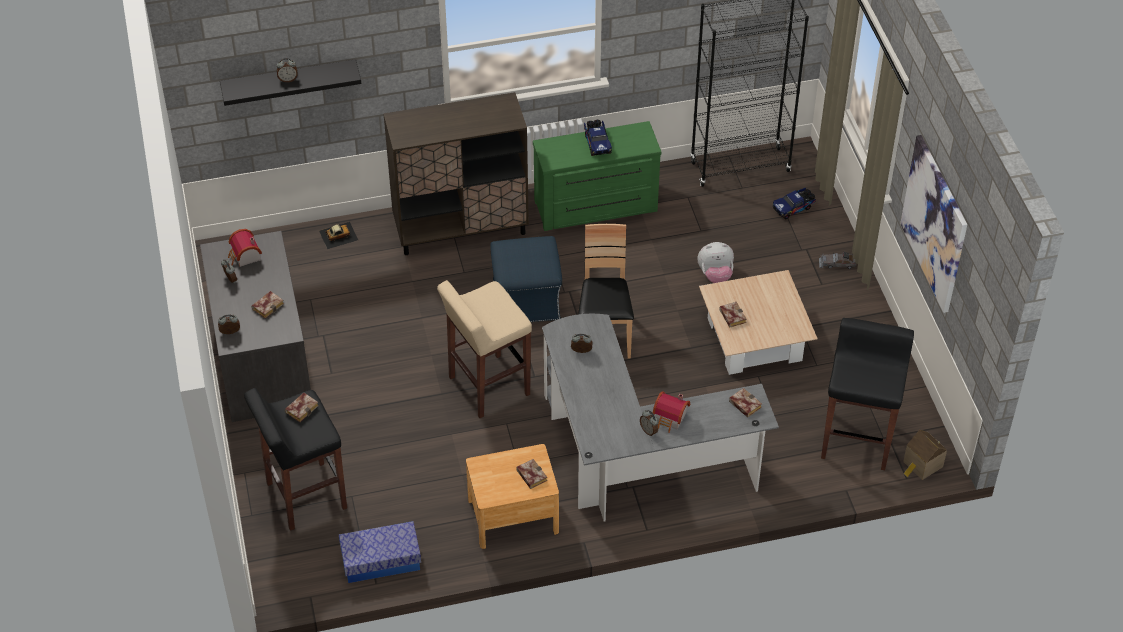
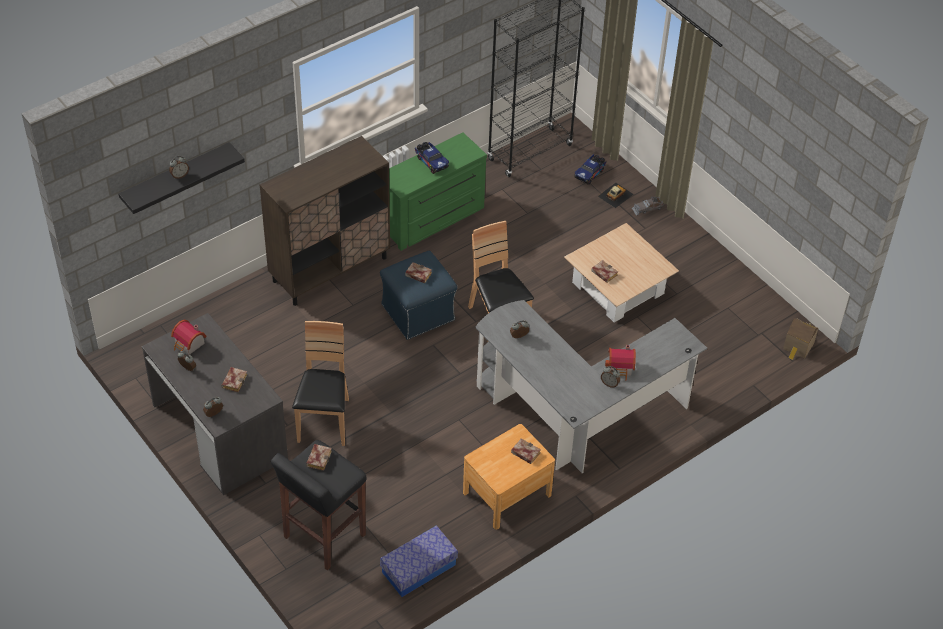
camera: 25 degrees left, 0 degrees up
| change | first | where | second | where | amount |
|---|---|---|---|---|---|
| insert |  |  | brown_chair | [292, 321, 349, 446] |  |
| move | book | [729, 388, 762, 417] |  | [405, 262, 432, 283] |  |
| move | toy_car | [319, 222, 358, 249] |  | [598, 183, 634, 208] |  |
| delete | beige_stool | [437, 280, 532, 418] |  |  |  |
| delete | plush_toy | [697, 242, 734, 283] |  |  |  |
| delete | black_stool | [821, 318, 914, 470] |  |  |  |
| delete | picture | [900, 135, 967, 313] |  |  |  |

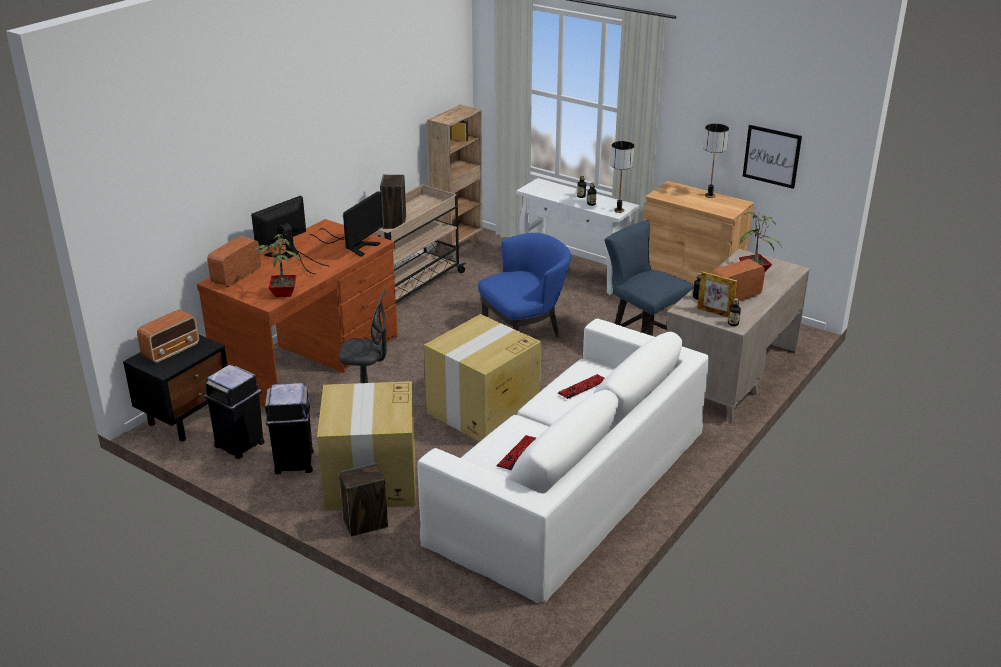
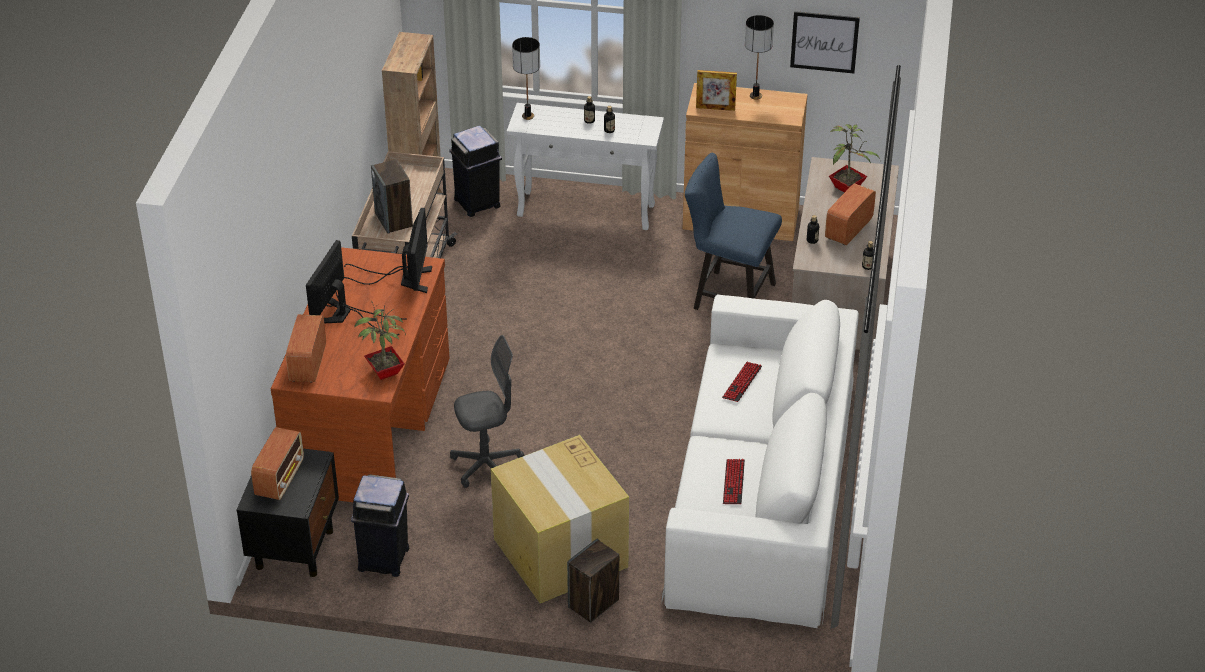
camera: 25 degrees left, 10 degrees up
| change | first | where | second | where | amount |
|---|---|---|---|---|---|
| move | black_trash_can | [265, 383, 314, 474] |  | [449, 126, 502, 217] |  |
| move | table_lamp | [611, 141, 634, 213] |  | [512, 37, 540, 120] |  |
| move | picture_frame | [697, 271, 738, 317] |  | [696, 70, 737, 111] |  |
| delete | cardboard_box | [424, 314, 541, 442] |  |  |  |
| delete | blue_armchair | [478, 233, 571, 337] |  |  |  |

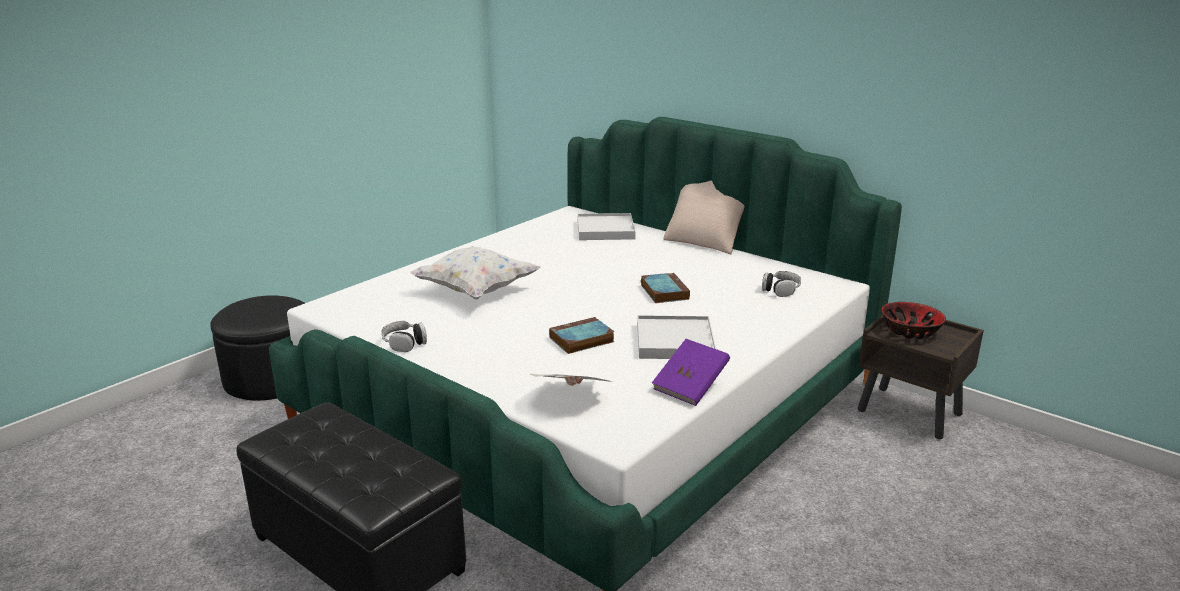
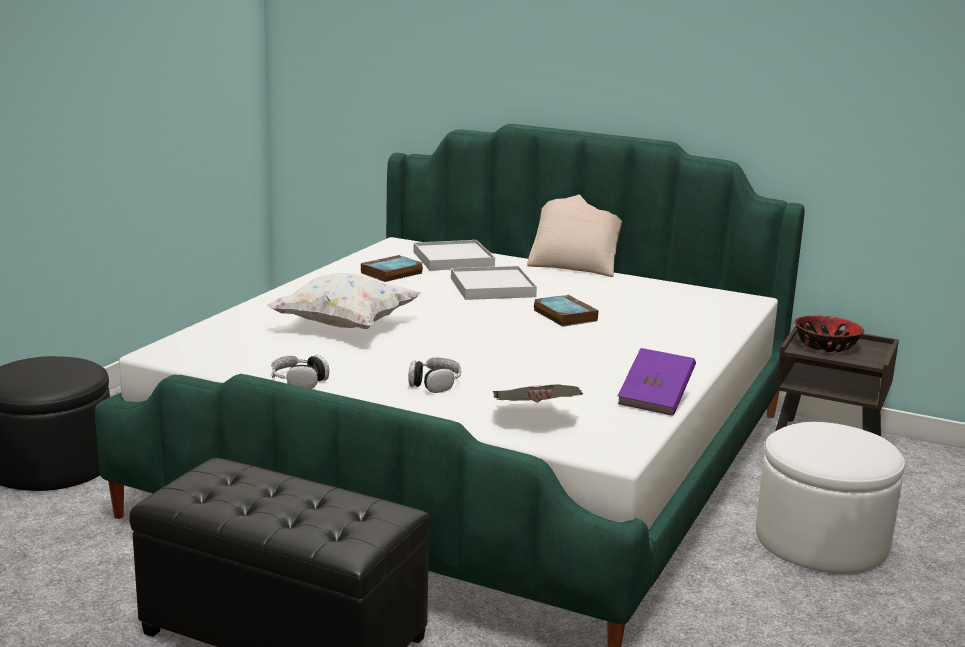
camera: 15 degrees left, 5 degrees down
| change | first | where | second | where | amount |
|---|---|---|---|---|---|
| move | book | [549, 317, 614, 354] |  | [361, 255, 423, 282] |  |
| move | headphones | [762, 271, 801, 297] |  | [409, 357, 461, 393] |  |
| move | white_tray | [637, 315, 716, 359] |  | [451, 266, 537, 300] |  |
| insert |  |  | white_ottoman | [756, 422, 905, 574] |  |

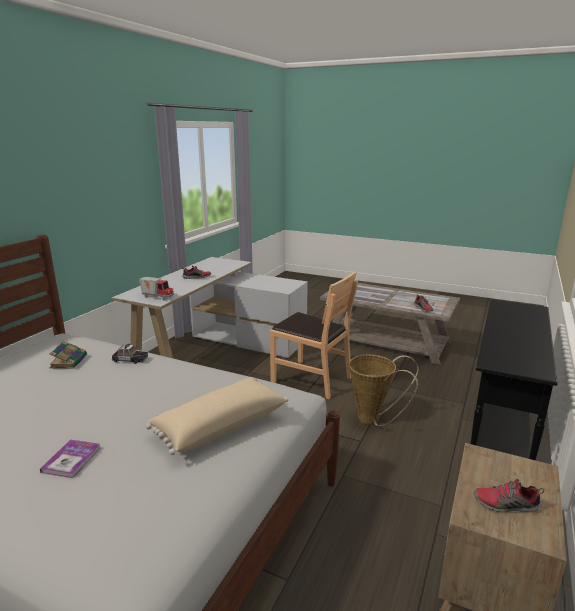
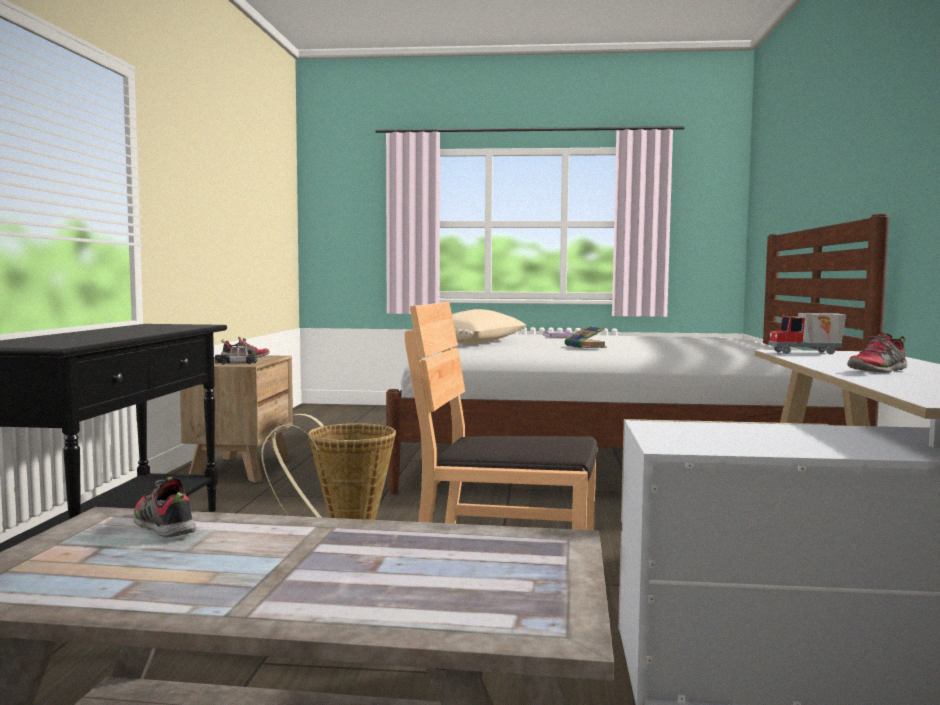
camera: 160 degrees right, 15 degrees down
| change | first | where | second | where | amount |
|---|---|---|---|---|---|
| move | toy_car | [112, 343, 148, 364] |  | [215, 344, 257, 365] |  |
| move | book | [49, 341, 87, 369] |  | [565, 326, 607, 348] |  |

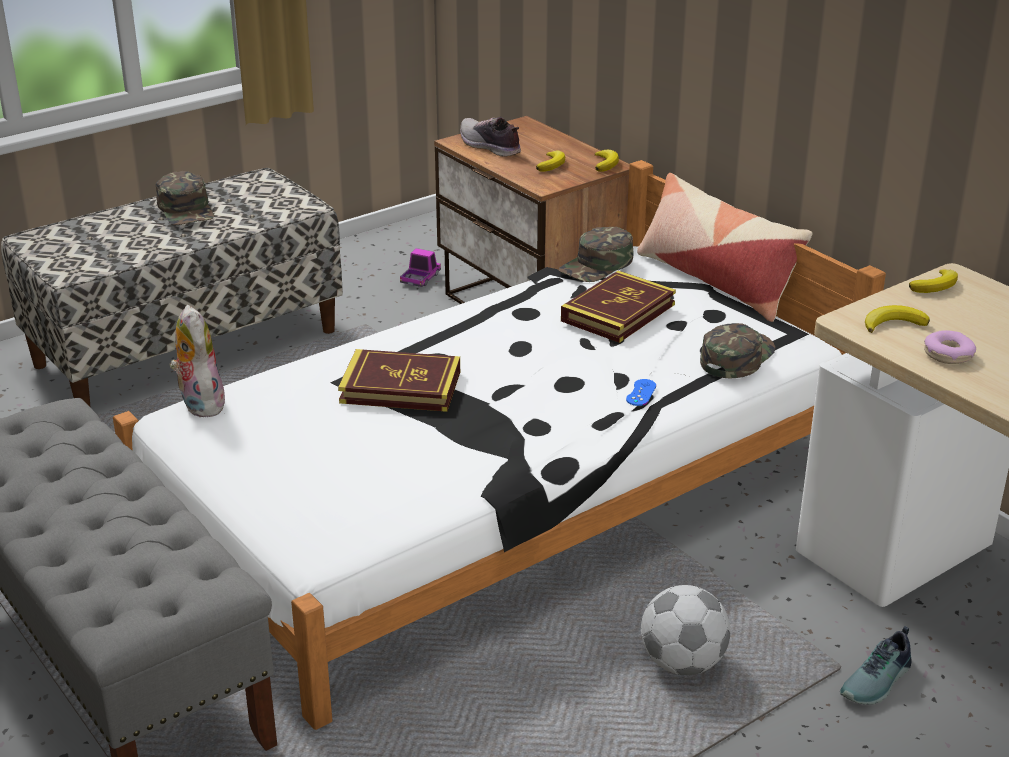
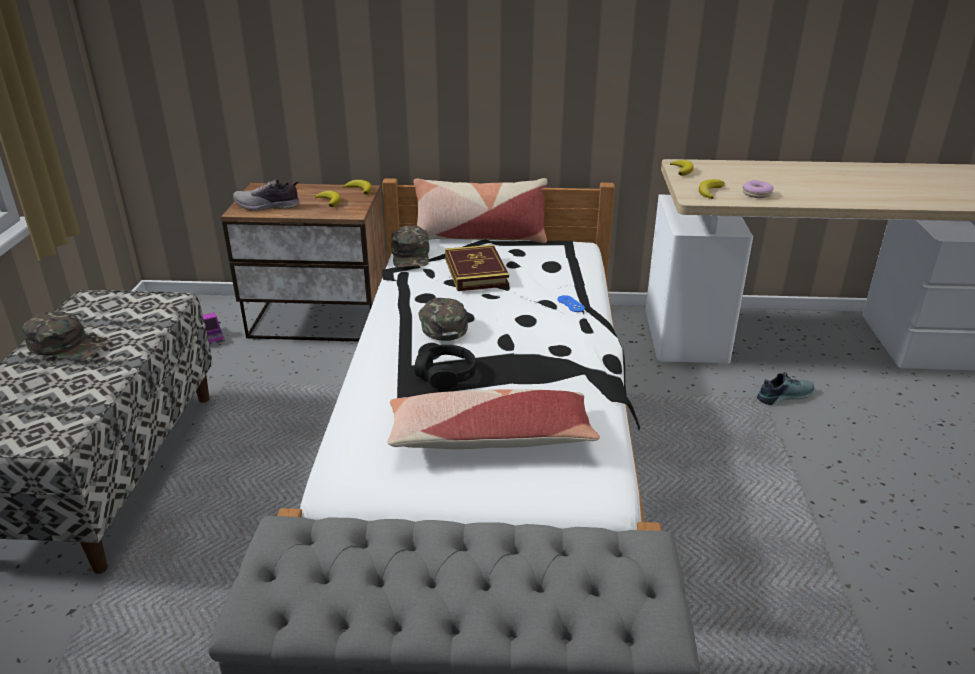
camera: 50 degrees left, 0 degrees up
| change | first | where | second | where | amount |
|---|---|---|---|---|---|
| insert |  |  | pillow | [387, 389, 600, 449] |  |
| replace | book | [338, 349, 460, 412] | black_headphones | [414, 345, 476, 389] |  |
| move | green_cap | [700, 323, 775, 378] |  | [418, 298, 468, 341] |  |
| rotate | shoe | [840, 626, 912, 705] |  | [757, 372, 814, 405] | 105 degrees counterclockwise |
| delete | plush_toy | [170, 305, 225, 417] |  |  |  |
| delete | football | [641, 585, 731, 675] |  |  |  |

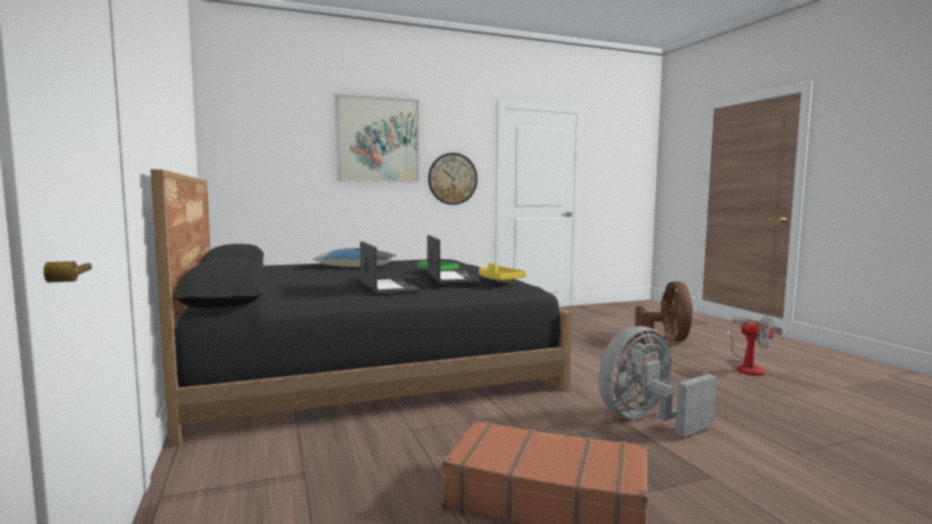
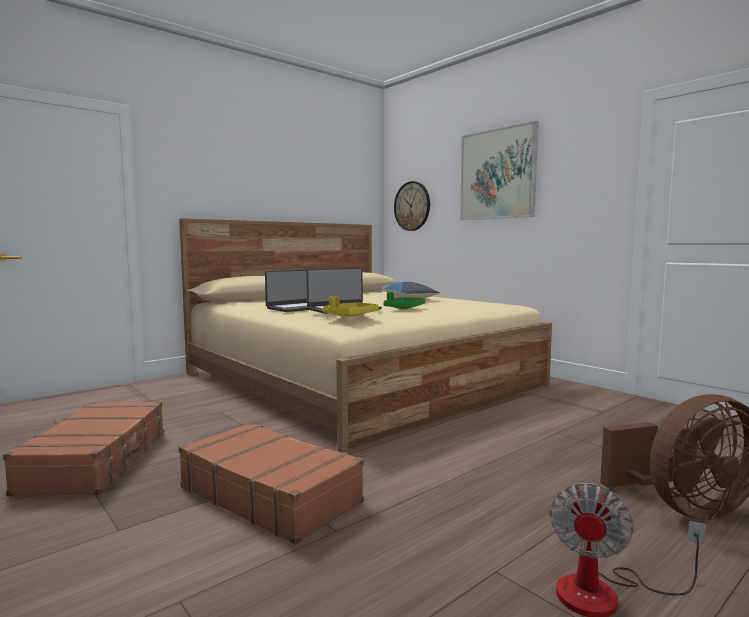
camera: 70 degrees right, 0 degrees up
| change | first | where | second | where | amount |
|---|---|---|---|---|---|
| recolor | black_bed | [151, 169, 572, 447] | beige_bed | [179, 218, 552, 453] |  |
| replace | grey_fan | [598, 326, 717, 437] | brown_suitcase | [179, 422, 364, 545] |  |
| move | wall_clock | [428, 153, 478, 205] |  | [394, 181, 430, 231] |  |

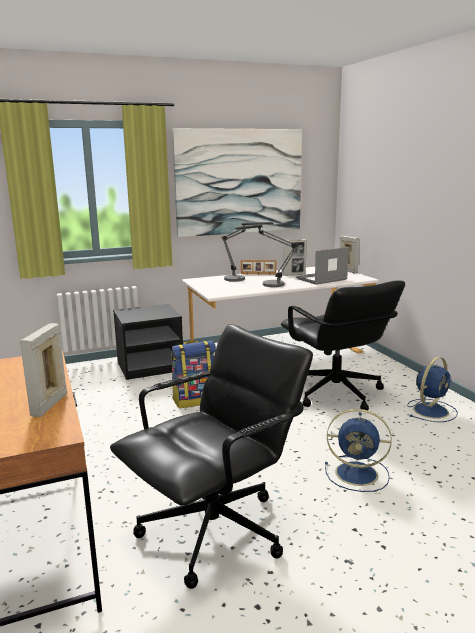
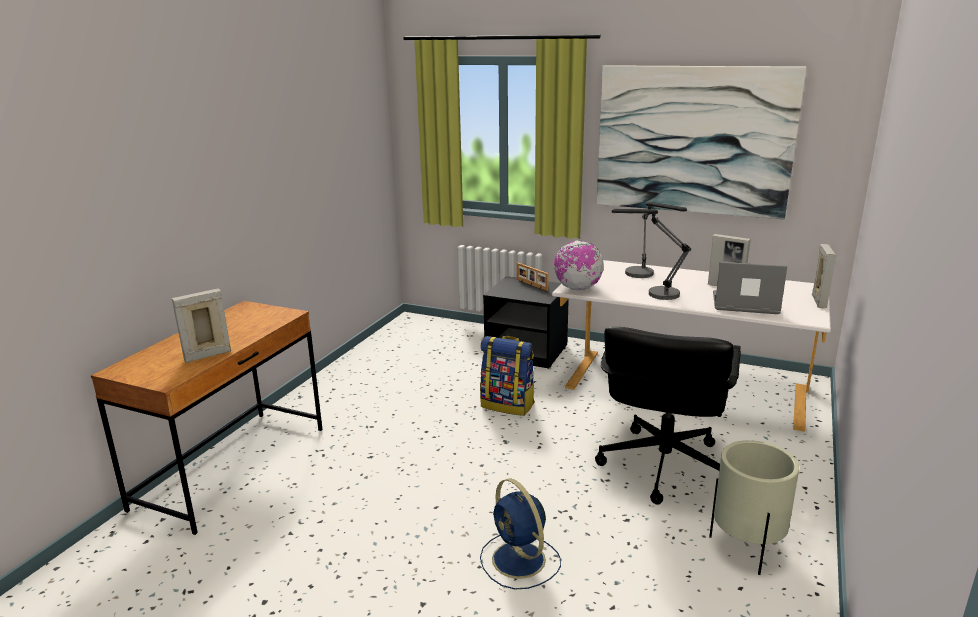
camera: 45 degrees right, 5 degrees up
| change | first | where | second | where | amount |
|---|---|---|---|---|---|
| move | picture_frame | [241, 260, 276, 275] |  | [517, 263, 549, 291] |  |
| insert |  |  | globe | [554, 240, 604, 290] |  |
| replace | blue_fan | [407, 357, 458, 422] | beige_planter | [709, 440, 799, 575] |  |
| delete | black_office_chair | [110, 324, 313, 589] |  |  |  |

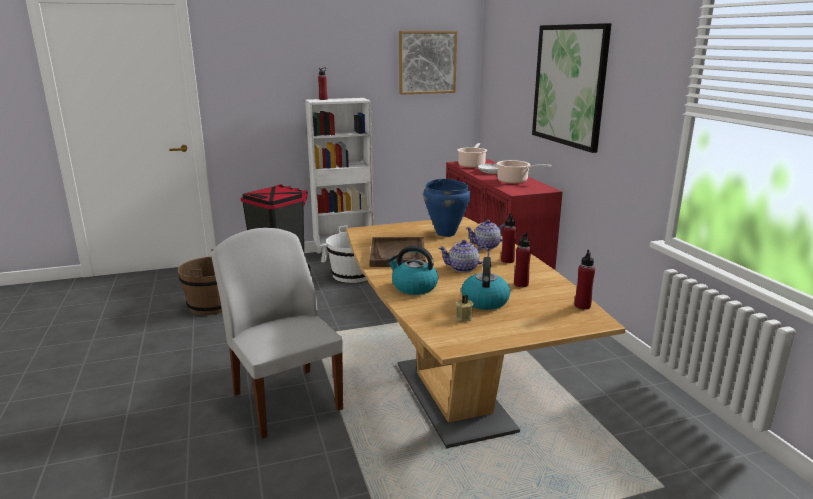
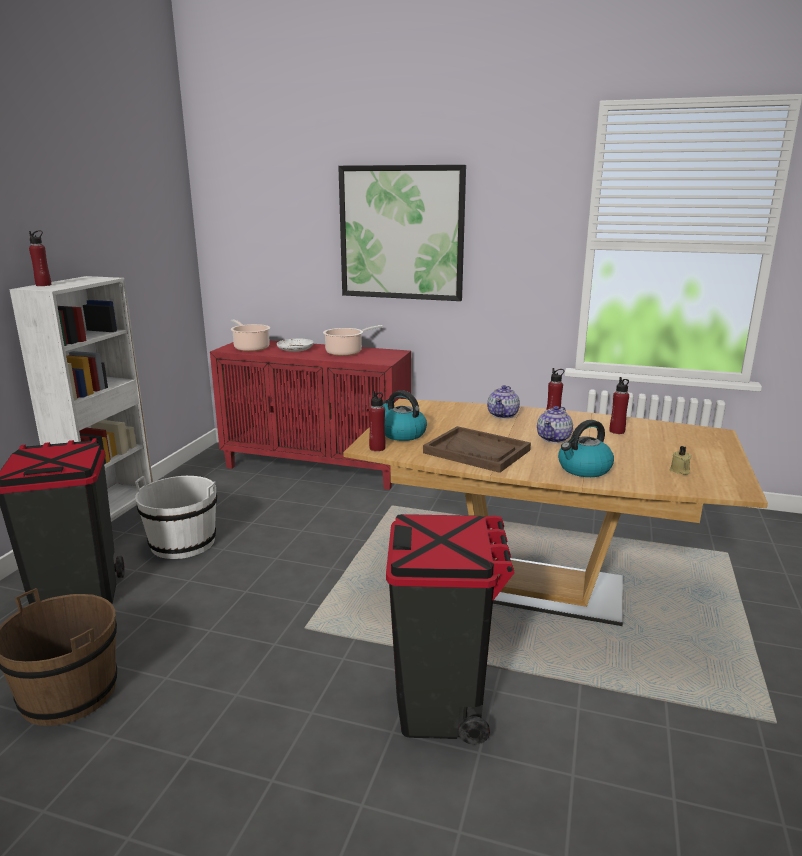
camera: 55 degrees left, 0 degrees up
| change | first | where | second | where | amount |
|---|---|---|---|---|---|
| move | red_bottle | [575, 250, 595, 310] |  | [369, 391, 386, 451] |  |
| move | kettle | [461, 257, 510, 310] |  | [383, 390, 427, 441] |  |
| replace | white_chair | [211, 228, 343, 439] | black_trash_can | [386, 514, 515, 745] |  |
| delete | picture | [399, 31, 457, 95] |  |  |  |
| delete | blue_cooking_pot | [423, 179, 471, 237] |  |  |  |

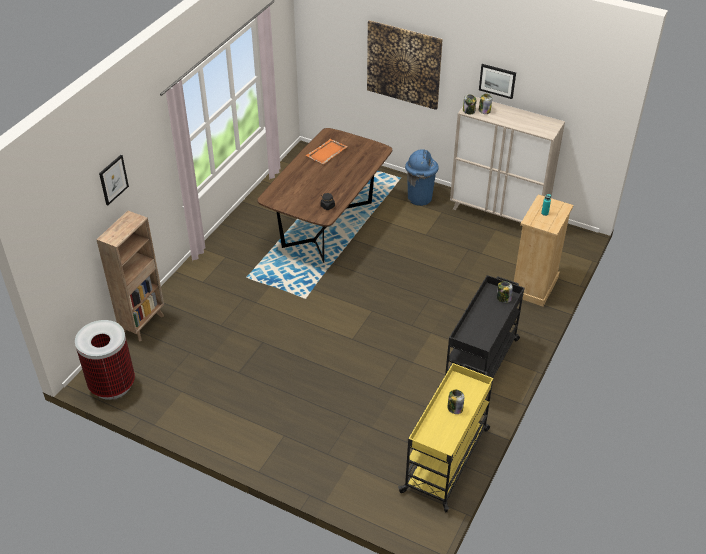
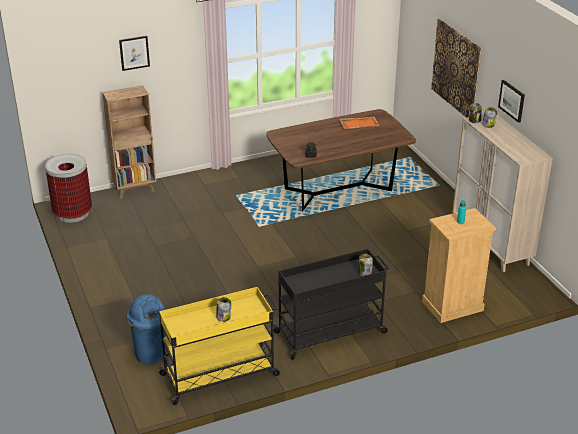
camera: 40 degrees right, 10 degrees down
| change | first | where | second | where | amount |
|---|---|---|---|---|---|
| move | blue_trash_can | [405, 149, 439, 206] |  | [126, 294, 166, 363] |  |

